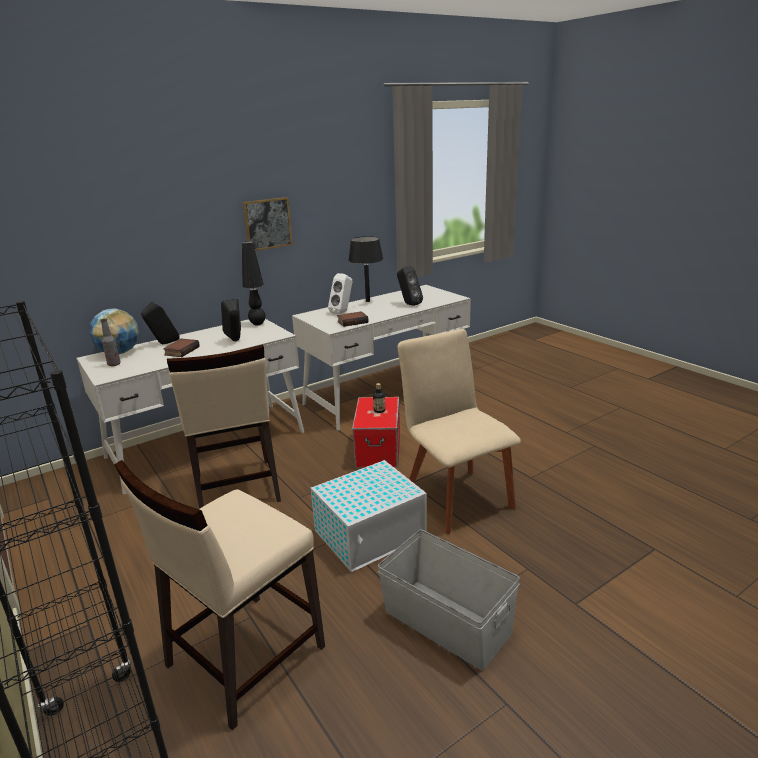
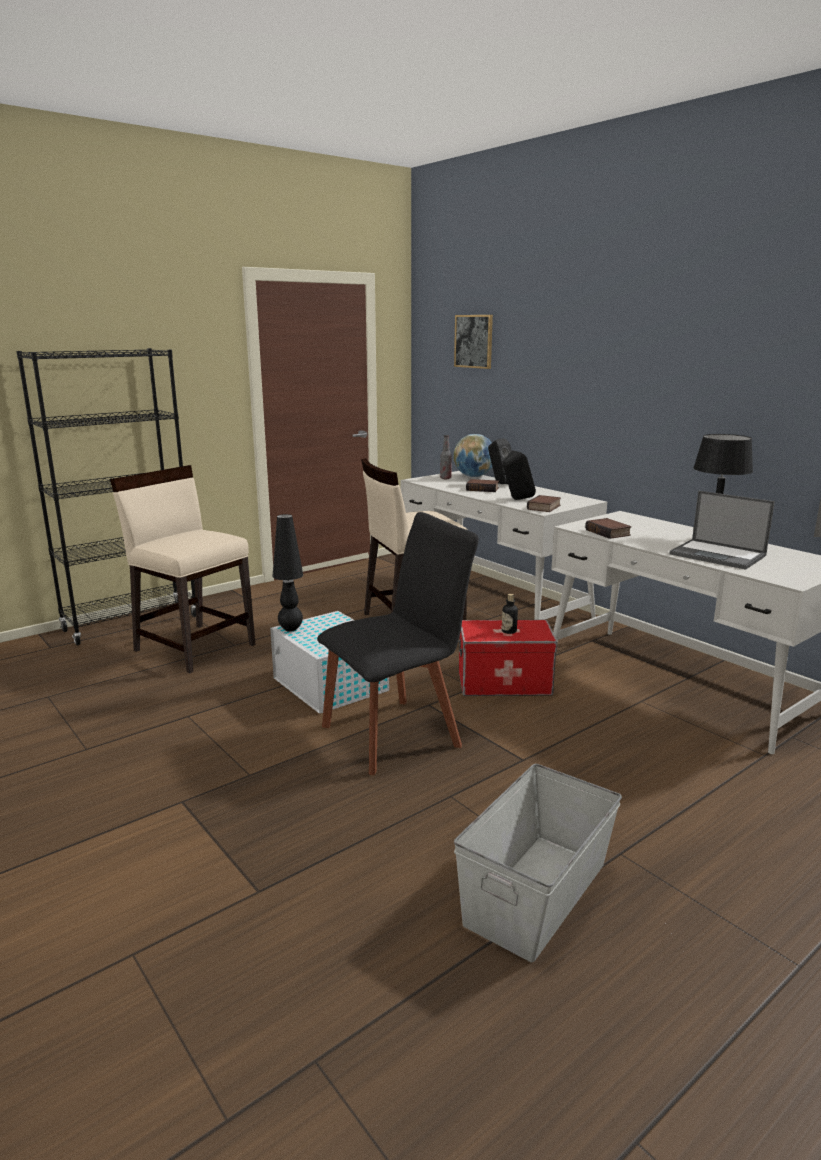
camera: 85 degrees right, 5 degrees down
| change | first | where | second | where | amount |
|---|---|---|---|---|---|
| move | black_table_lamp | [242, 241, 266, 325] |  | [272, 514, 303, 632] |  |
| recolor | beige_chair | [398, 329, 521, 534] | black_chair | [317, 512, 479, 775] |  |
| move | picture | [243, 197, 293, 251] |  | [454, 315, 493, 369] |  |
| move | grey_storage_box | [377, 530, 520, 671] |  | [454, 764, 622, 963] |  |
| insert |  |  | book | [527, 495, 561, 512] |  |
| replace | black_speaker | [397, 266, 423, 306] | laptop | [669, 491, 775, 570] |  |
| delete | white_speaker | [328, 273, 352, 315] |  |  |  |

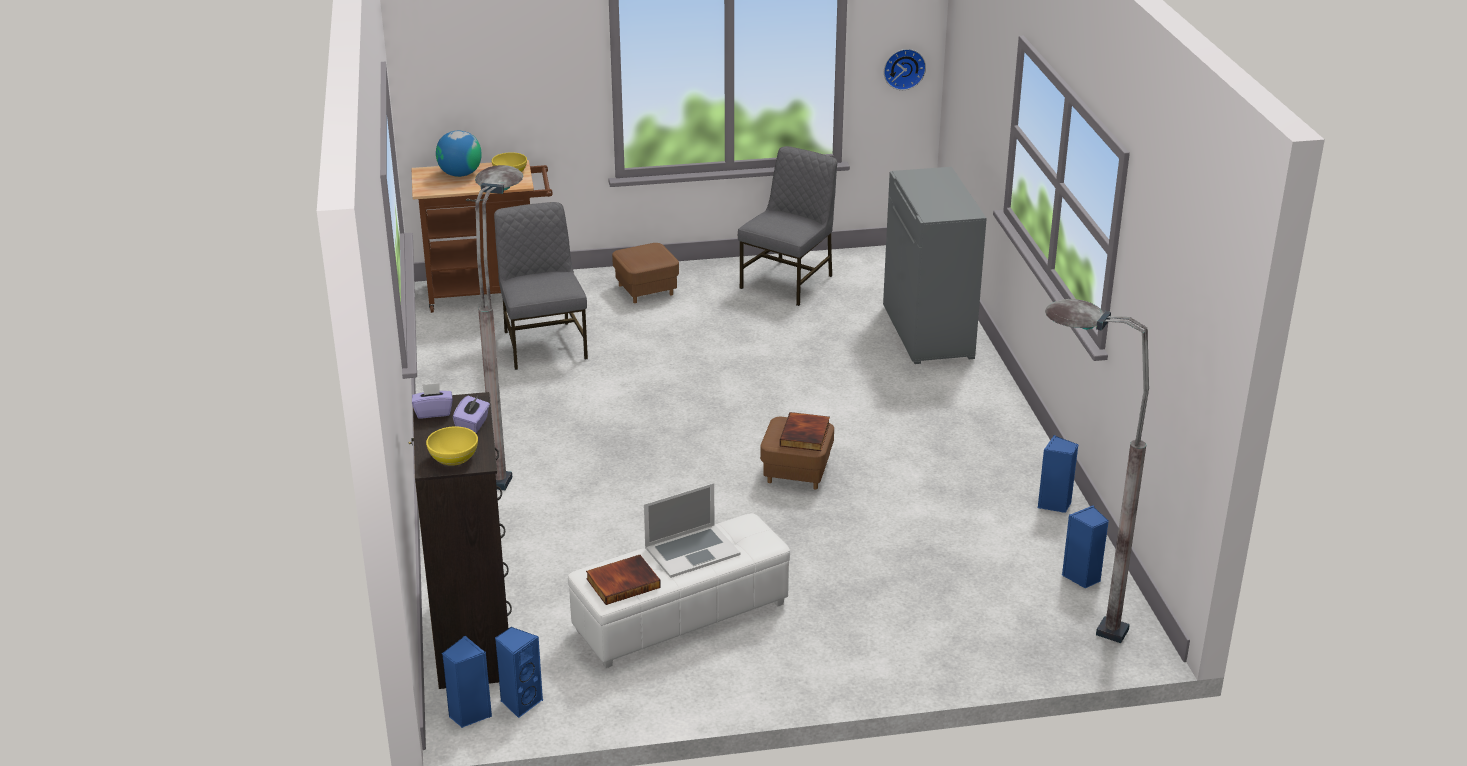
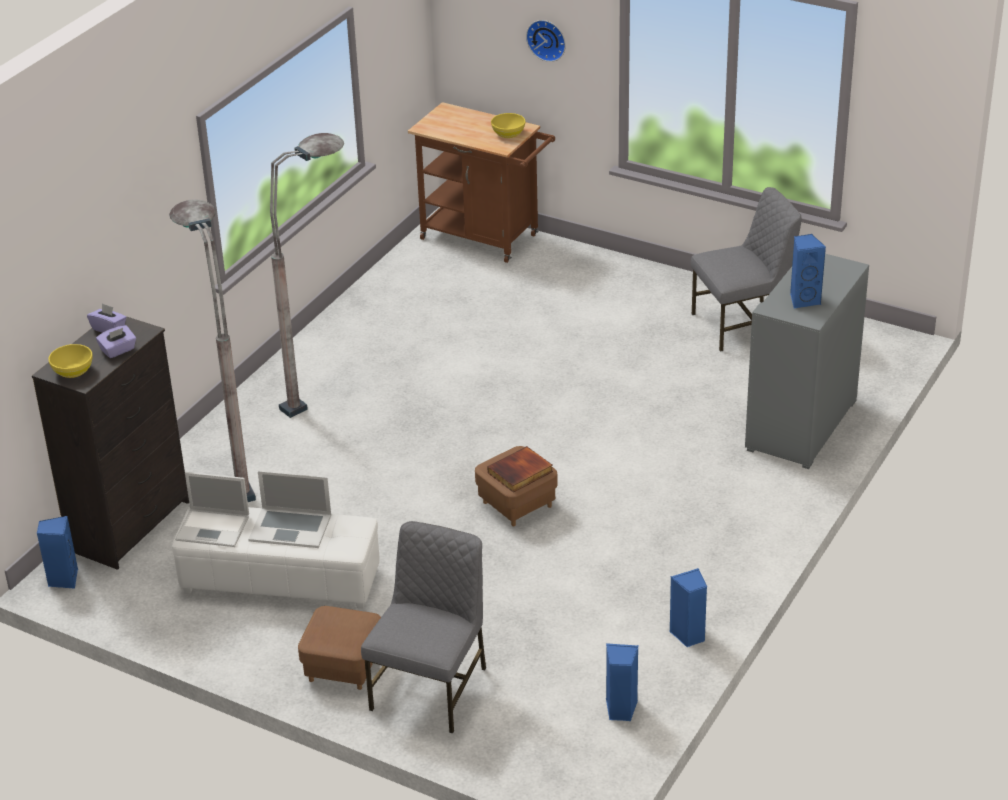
camera: 40 degrees right, 5 degrees up
| change | first | where | second | where | amount |
|---|---|---|---|---|---|
| move | grey_floor_lamp | [1045, 299, 1149, 643] |  | [169, 199, 256, 502] |  |
| replace | book | [586, 555, 661, 605] | laptop | [175, 472, 249, 547] |  |
| move | brown_ottoman | [612, 243, 679, 303] |  | [298, 606, 381, 690] |  |
| move | grey_chair | [494, 202, 588, 370] |  | [361, 521, 486, 734] |  |
| move | wall_clock | [884, 49, 926, 90] |  | [526, 20, 566, 62] |  |
| move | blue_speaker | [495, 626, 543, 718] |  | [790, 234, 826, 308] |  |
| delete | globe | [436, 131, 482, 177] |  |  |  |

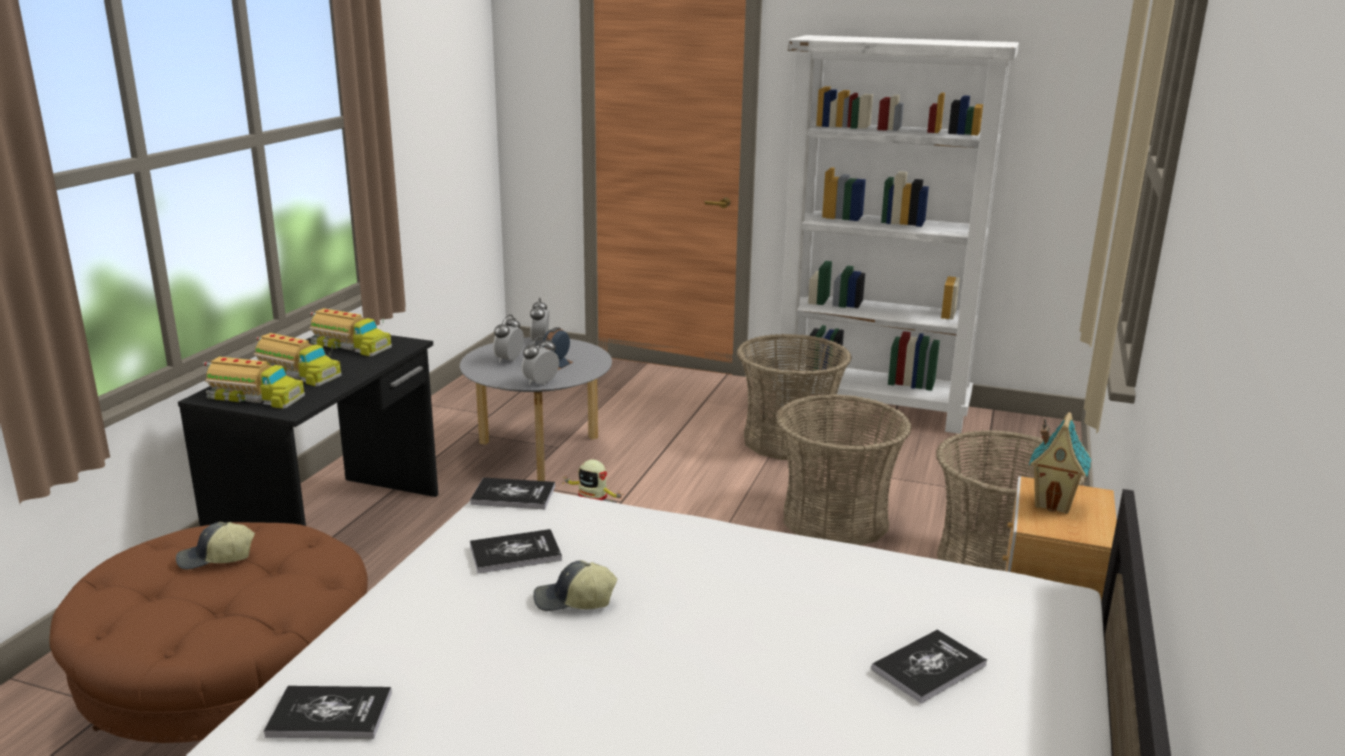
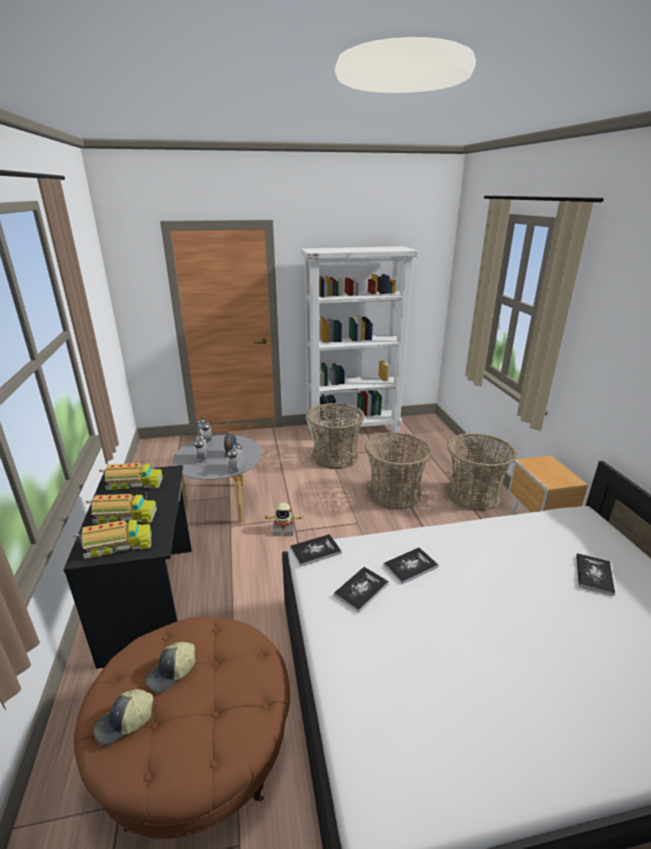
camera: 30 degrees left, 5 degrees up
| change | first | where | second | where | amount |
|---|---|---|---|---|---|
| move | cap | [533, 560, 617, 611] |  | [93, 689, 153, 745] |  |
| move | book | [264, 686, 392, 739] |  | [383, 548, 439, 584] |  |
| delete | toy_house | [1029, 412, 1091, 514] |  |  |  |

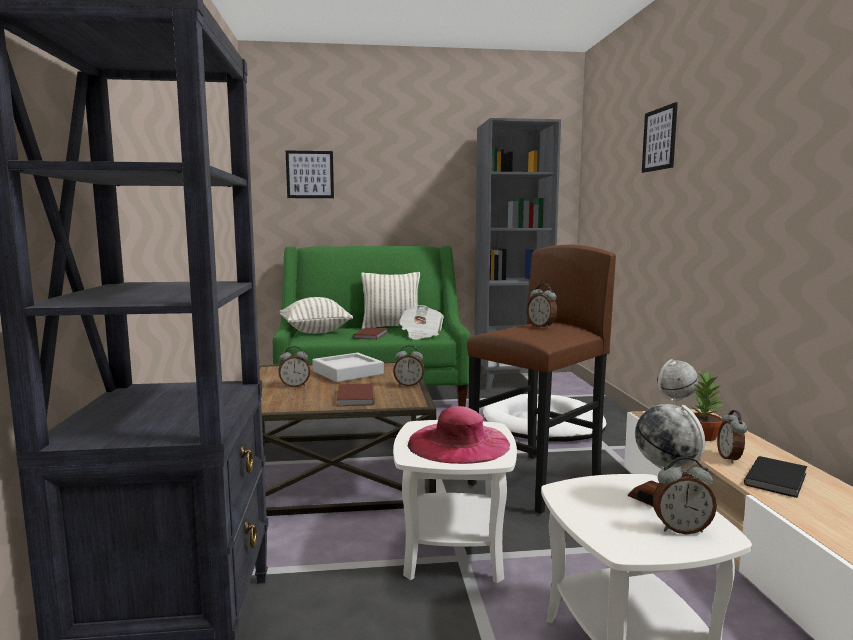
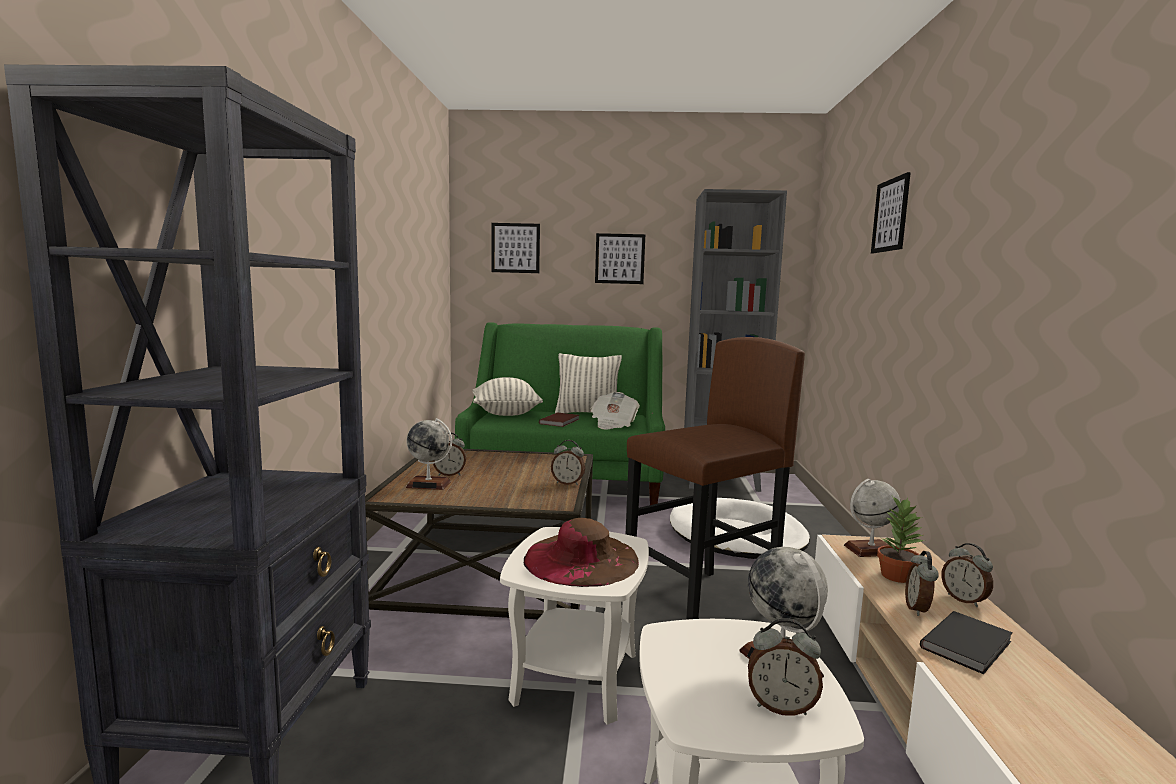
camera: 10 degrees right, 0 degrees up
| change | first | where | second | where | amount |
|---|---|---|---|---|---|
| insert |  |  | globe | [406, 418, 452, 490] |  |
| recolor | pink_hat | [408, 406, 510, 464] | brown_hat | [524, 518, 639, 587] |  |
| insert |  |  | picture | [595, 233, 645, 284] |  |
| move | alarm_clock | [527, 284, 557, 328] |  | [941, 543, 993, 607] |  |
| delete | grey_tray | [312, 352, 384, 382] |  |  |  |
| delete | brown_book | [337, 383, 375, 406] |  |  |  |

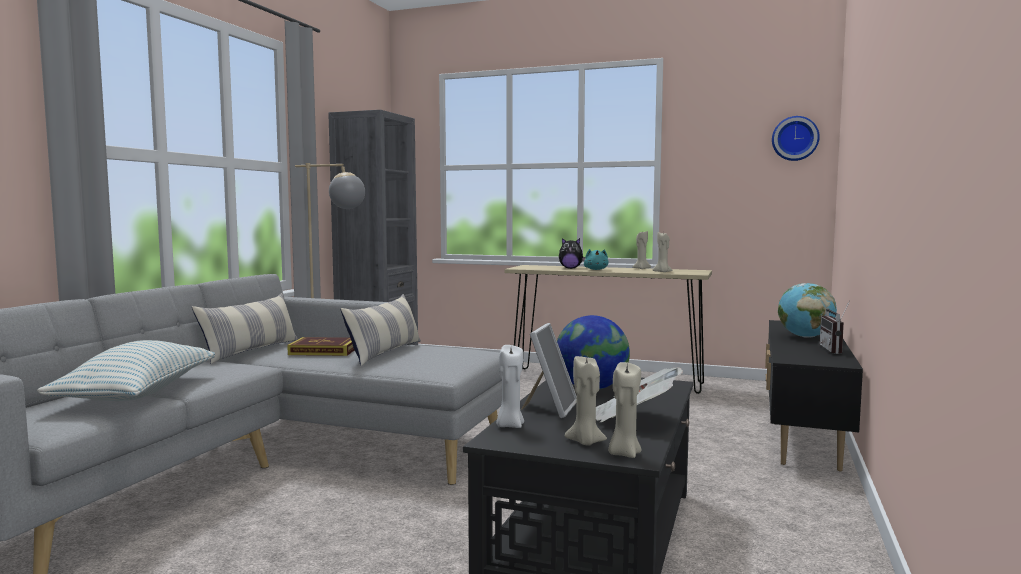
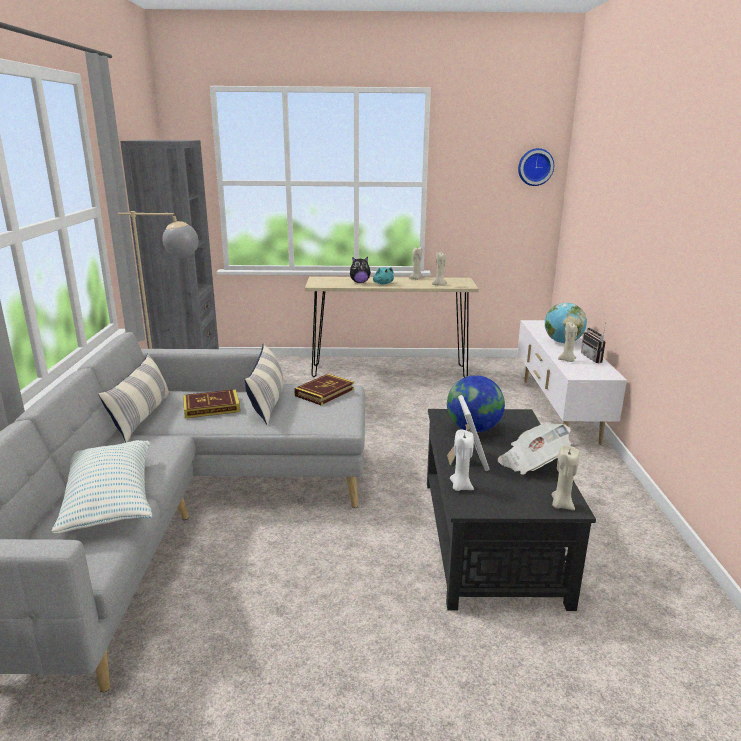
camera: 20 degrees left, 15 degrees up
| change | first | where | second | where | amount |
|---|---|---|---|---|---|
| insert |  |  | book | [294, 374, 354, 405] |  |
| recolor | black_tv_stand | [765, 320, 863, 471] | white_tv_stand | [517, 320, 627, 445] |  |
| move | beige_candle | [565, 356, 607, 446] |  | [558, 322, 578, 362] |  |

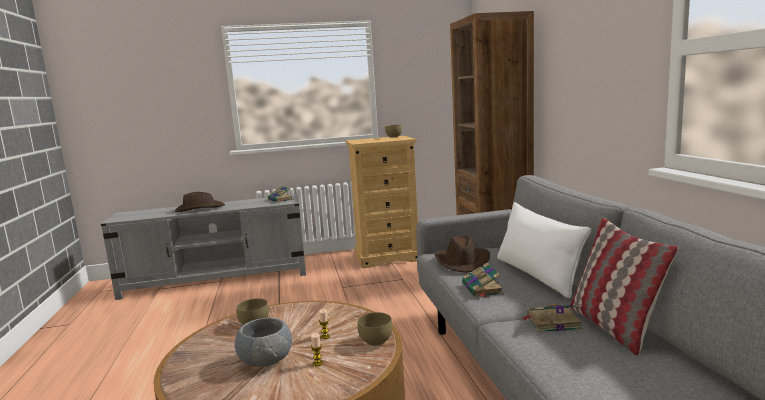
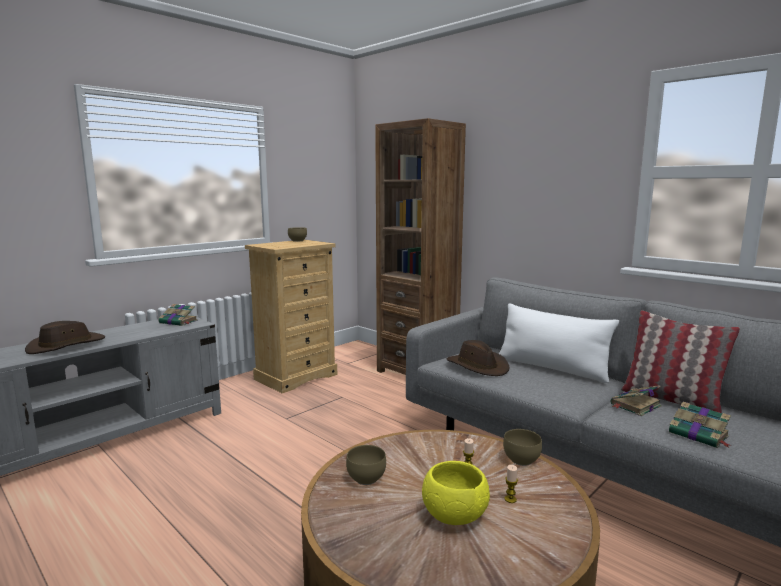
camera: 35 degrees left, 0 degrees up
| change | first | where | second | where | amount |
|---|---|---|---|---|---|
| recolor | grey_bowl | [235, 318, 292, 367] | yellow_bowl | [422, 461, 490, 525] |  |
| move | book | [462, 262, 504, 298] |  | [669, 402, 732, 448] |  |

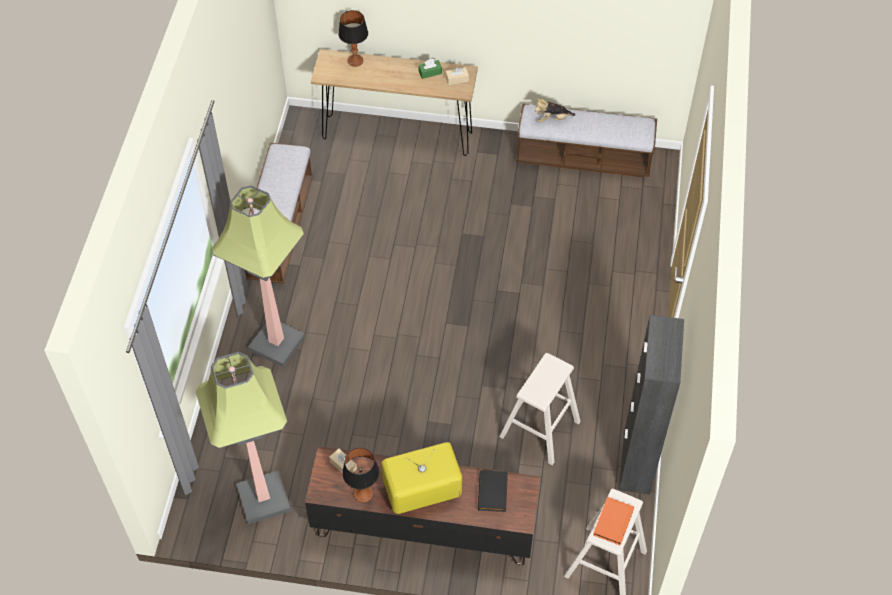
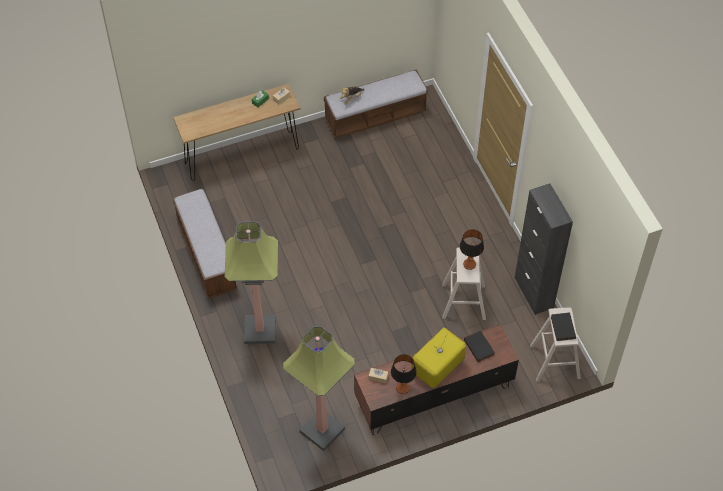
camera: 30 degrees left, 0 degrees up
| change | first | where | second | where | amount |
|---|---|---|---|---|---|
| move | table_lamp | [338, 10, 368, 67] |  | [460, 229, 484, 270] |  |
| recolor | orange_book | [593, 497, 634, 545] | black_book | [551, 312, 576, 341] |  |

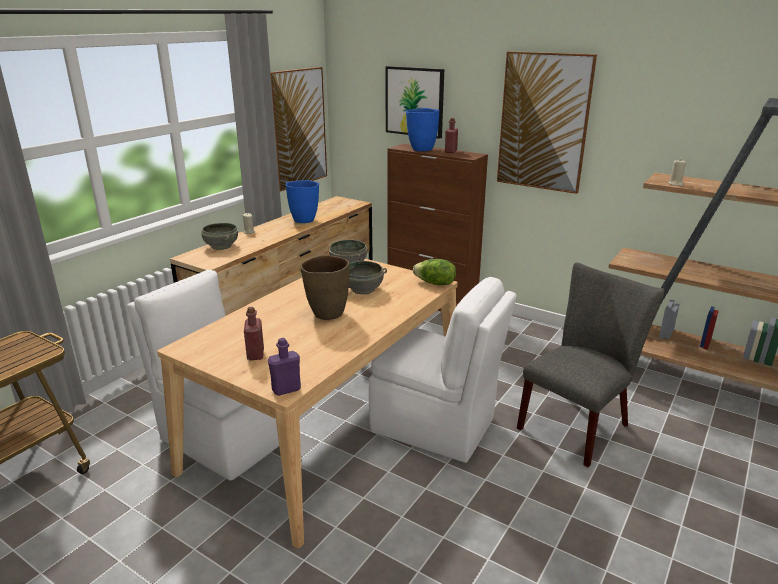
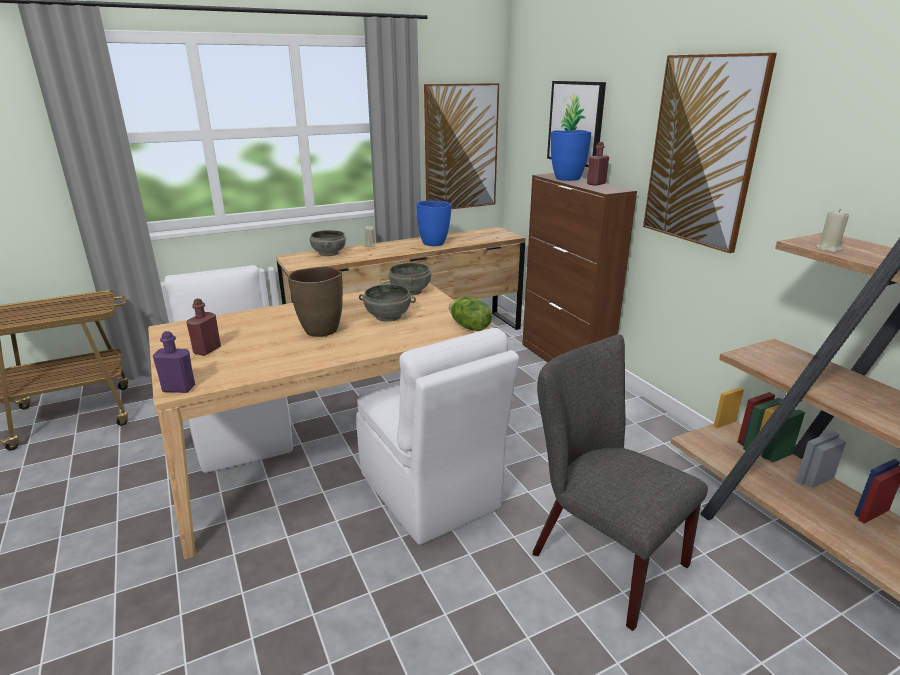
camera: 30 degrees right, 0 degrees up
| change | first | where | second | where | amount |
|---|---|---|---|---|---|
| rotate | grey_chair | [517, 262, 665, 467] |  | [533, 334, 708, 631] | 120 degrees counterclockwise |

